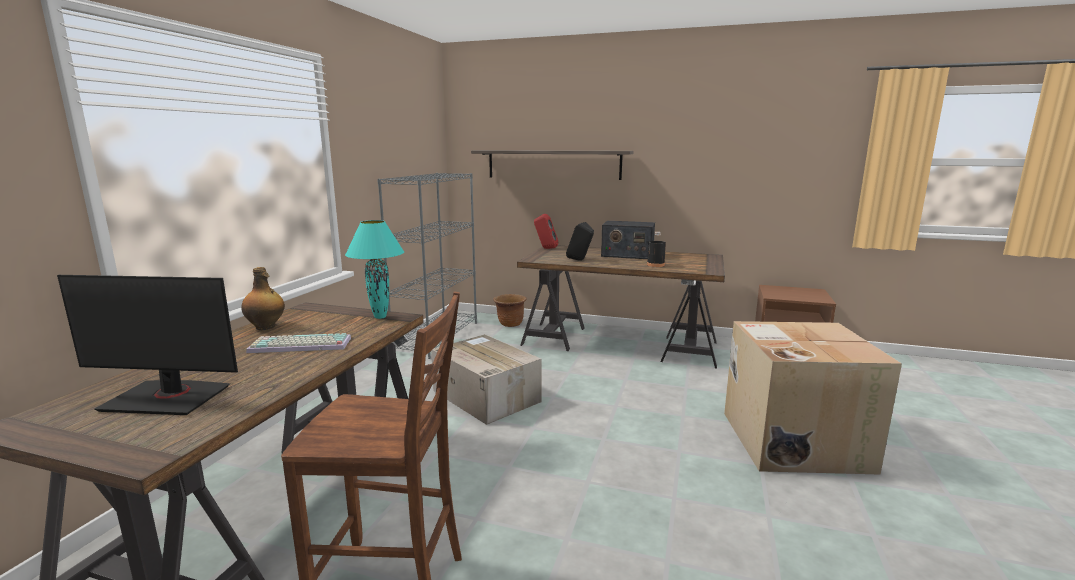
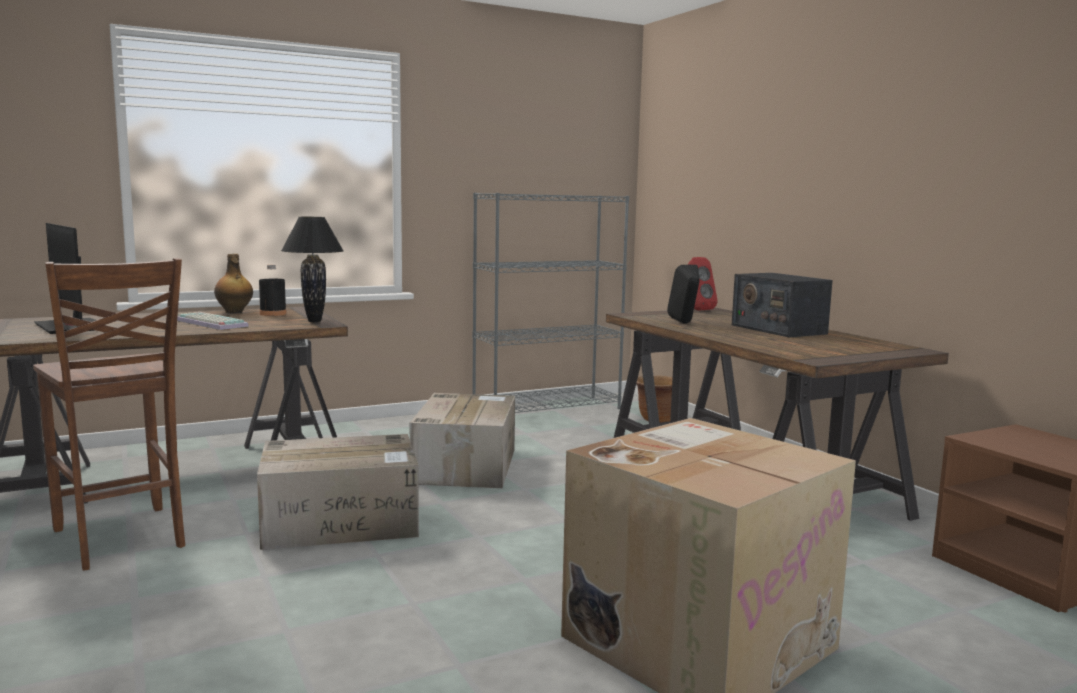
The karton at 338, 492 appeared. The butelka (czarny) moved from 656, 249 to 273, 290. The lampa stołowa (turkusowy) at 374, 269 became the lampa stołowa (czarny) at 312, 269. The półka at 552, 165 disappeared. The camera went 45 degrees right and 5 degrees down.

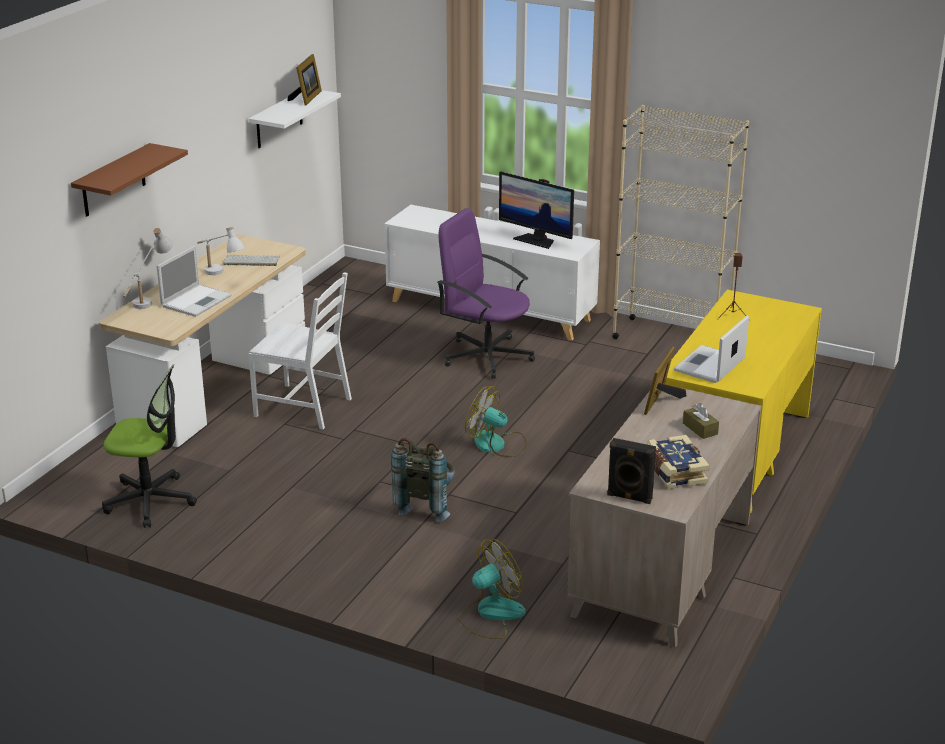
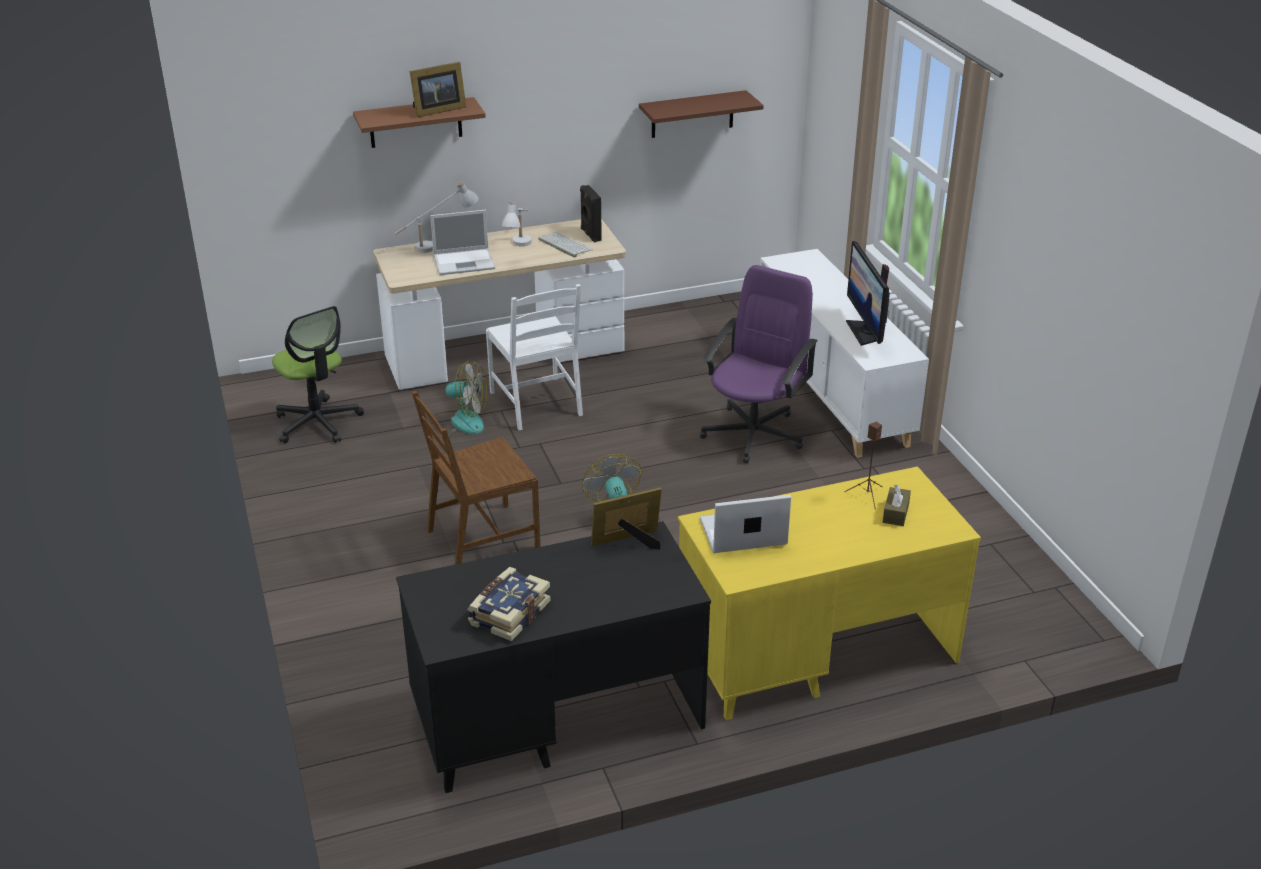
The biurko (beżowy) at 664, 517 became the biurko (czarny) at 553, 657. The ramka na zdjęcie moved from 304, 79 to 438, 89. The plecak (szary) at 423, 480 was replaced by the krzesło (brązowy) at 476, 477. The wentylator moved from 491, 589 to 458, 399. The głośnik (czarny) moved from 631, 471 to 591, 214. The półka (biały) at 295, 119 became the półka (brązowy) at 701, 114. The krzesło biurowe (fioletowy) at 486, 293 turned 45 degrees clockwise. The pudełko chusteczek (brązowy) moved from 701, 421 to 897, 505. The regał (beżowy) at 680, 222 disappeared. The camera went 45 degrees right and 5 degrees up.

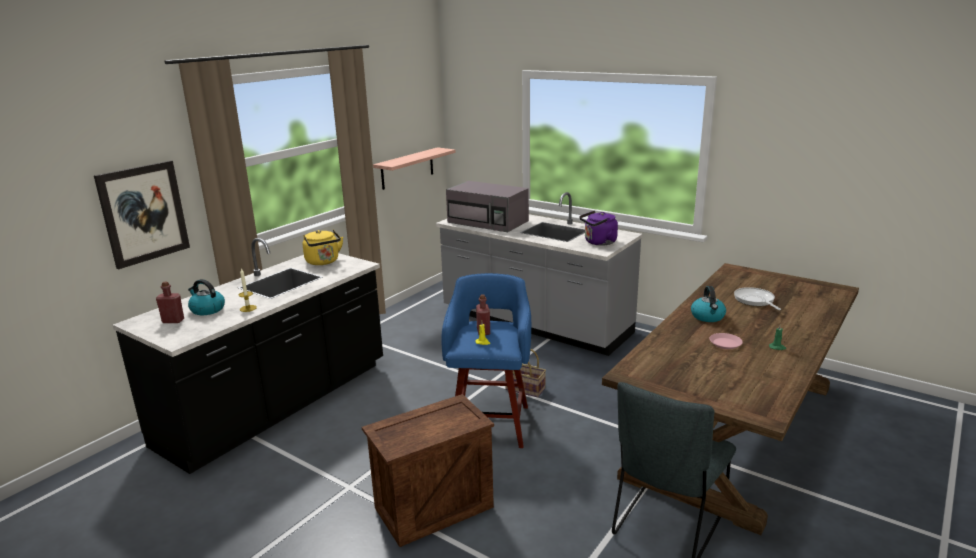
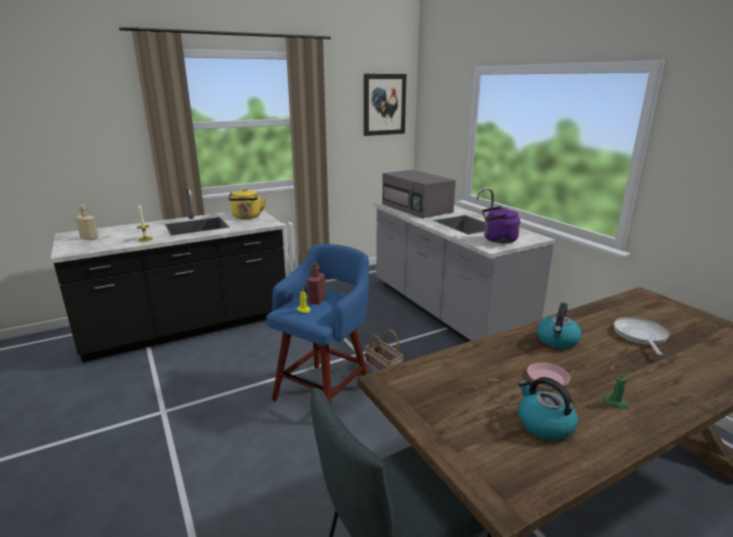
The butelka (czerwony) at 170, 302 became the butelka (beżowy) at 87, 222. The obraz moved from 142, 214 to 385, 105. The czajnik moved from 206, 297 to 548, 408. The skrzynka at 428, 470 disappeared. The półka at 414, 168 disappeared. The camera went 25 degrees right and 0 degrees up.

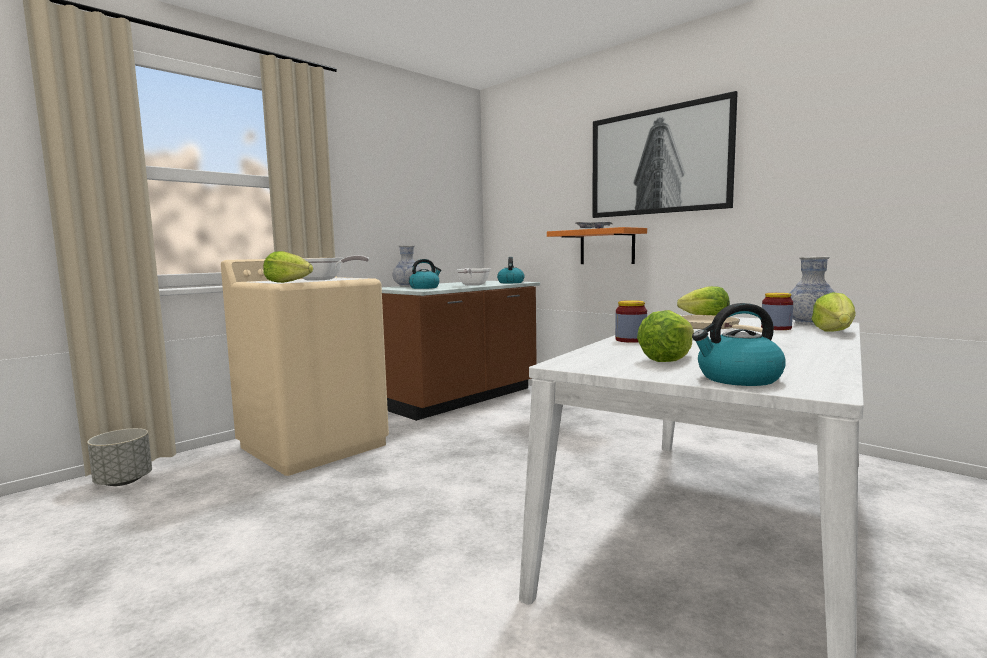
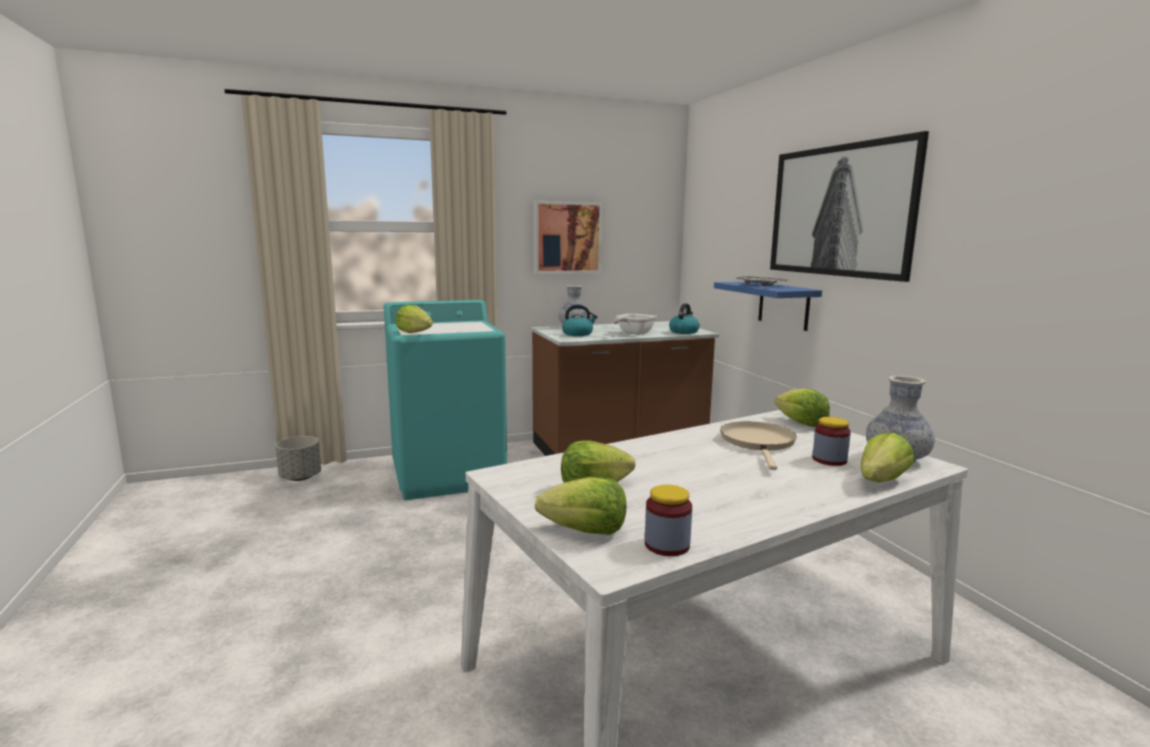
The pralka (beżowy) at 305, 367 became the pralka (turkusowy) at 445, 400. The obraz at 568, 237 appeared. The czajnik at 739, 344 was replaced by the sałata at 580, 506. The słoik moved from 631, 321 to 668, 520. The półka (pomarańczowy) at 597, 245 became the półka (niebieski) at 768, 306. The patelnia at 336, 268 disappeared. The camera went 25 degrees right and 5 degrees up.

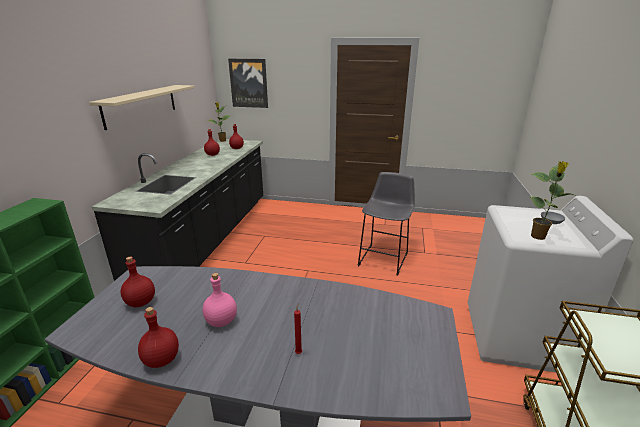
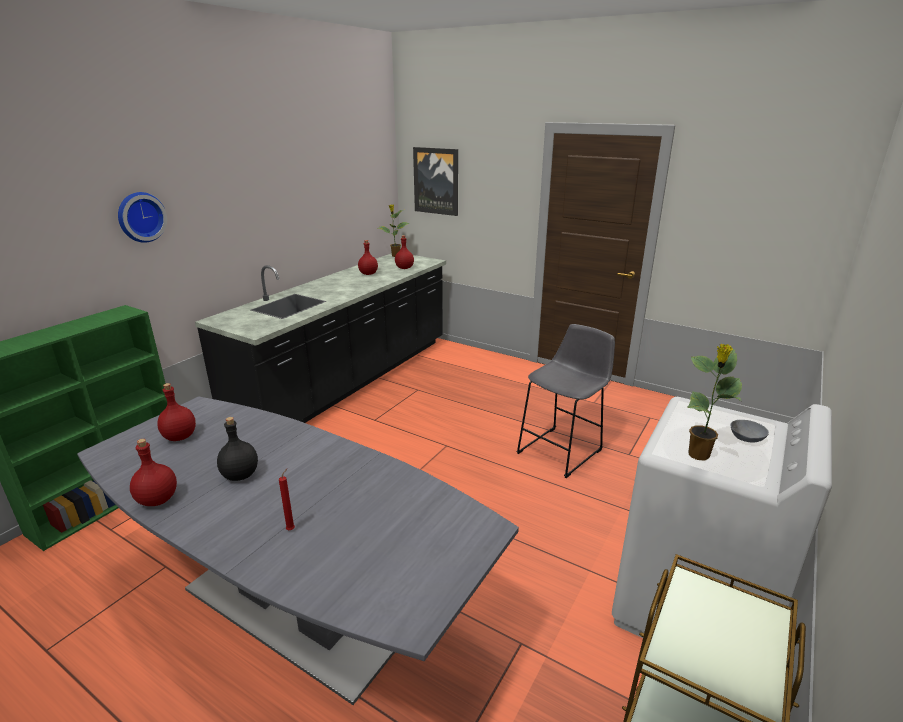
The zegar ścienny at 142, 217 appeared. The butelka (różowy) at 220, 300 became the butelka (czarny) at 237, 449. The półka (beżowy) at 142, 107 disappeared. The camera went 20 degrees right and 0 degrees up.

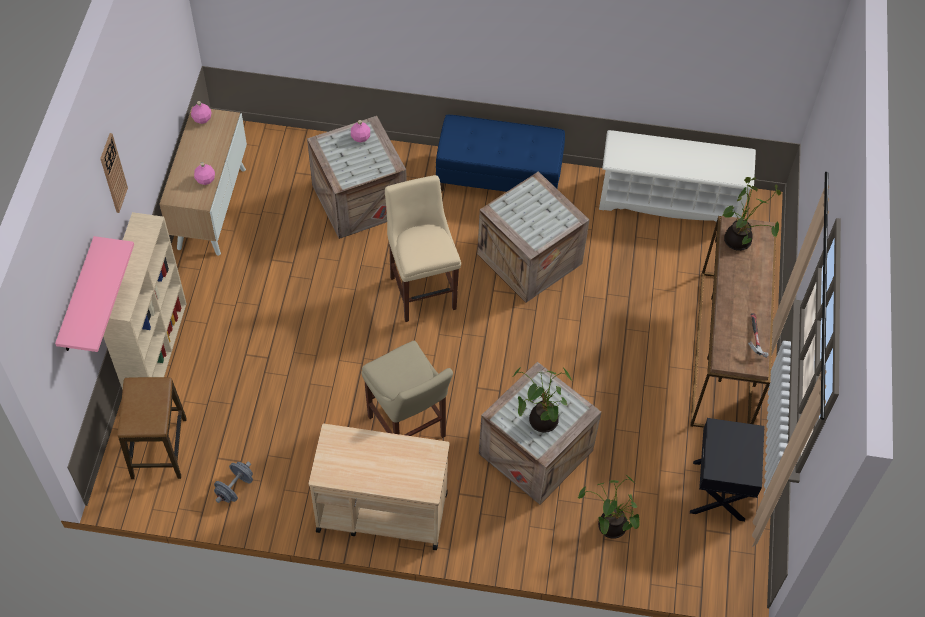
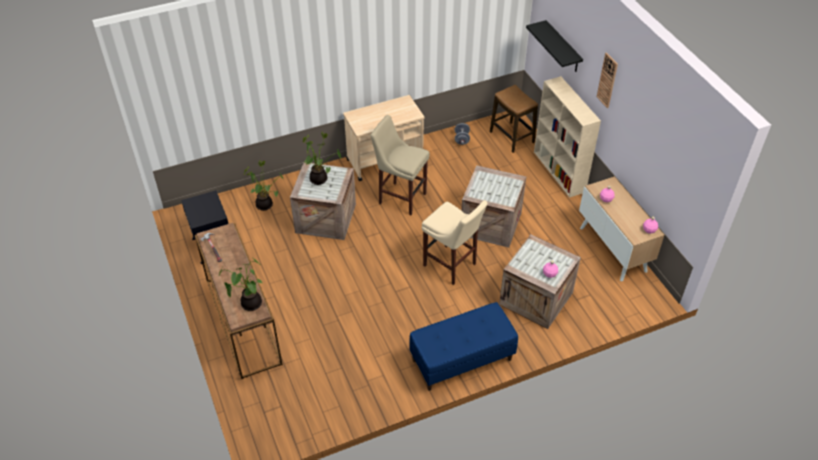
The skrzynka moved from 533, 237 to 493, 206. The półka (różowy) at 94, 294 became the półka (czarny) at 554, 46. The regał na buty (biały) at 677, 176 disappeared. The camera went 150 degrees right and 10 degrees down.

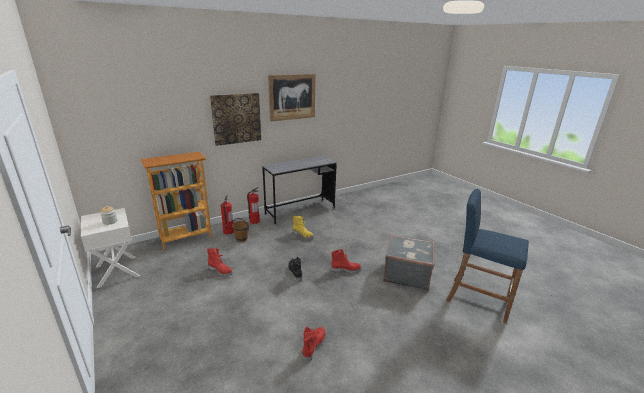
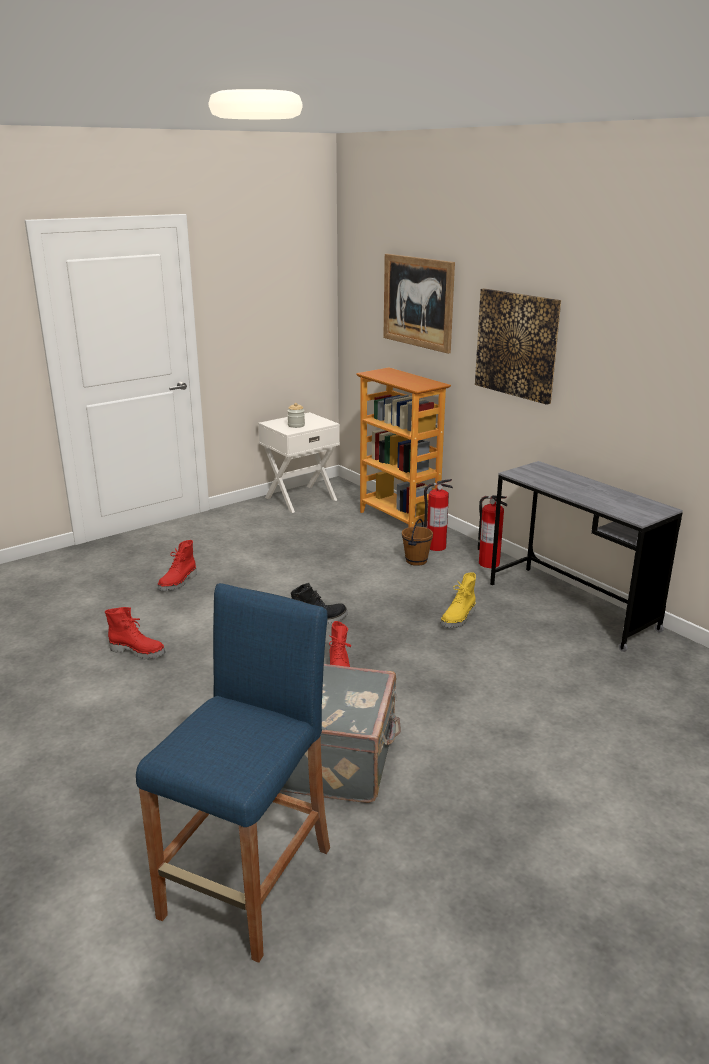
The but z cholewką (czerwony) moved from 219, 262 to 177, 565. The obraz moved from 292, 98 to 419, 304. The camera went 85 degrees right and 0 degrees up.

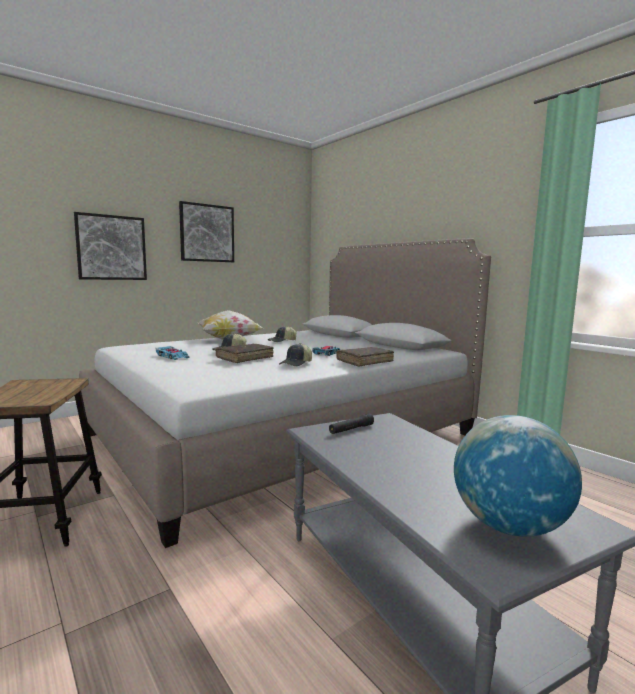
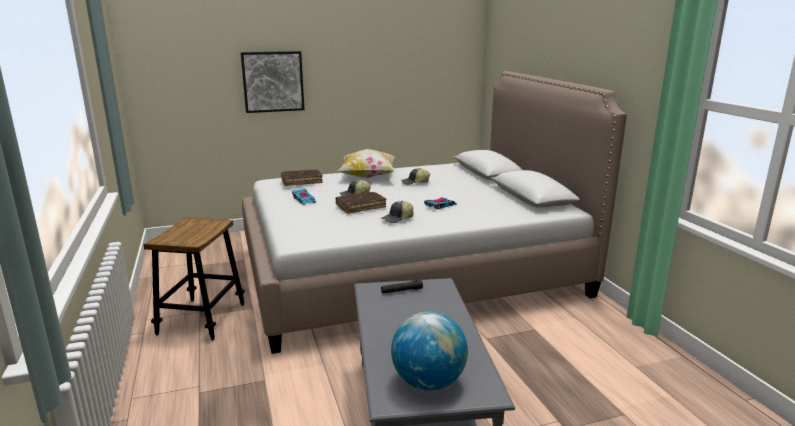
The książka (brązowy) moved from 365, 357 to 302, 178. The obraz at 206, 231 disappeared. The camera went 20 degrees right and 10 degrees up.

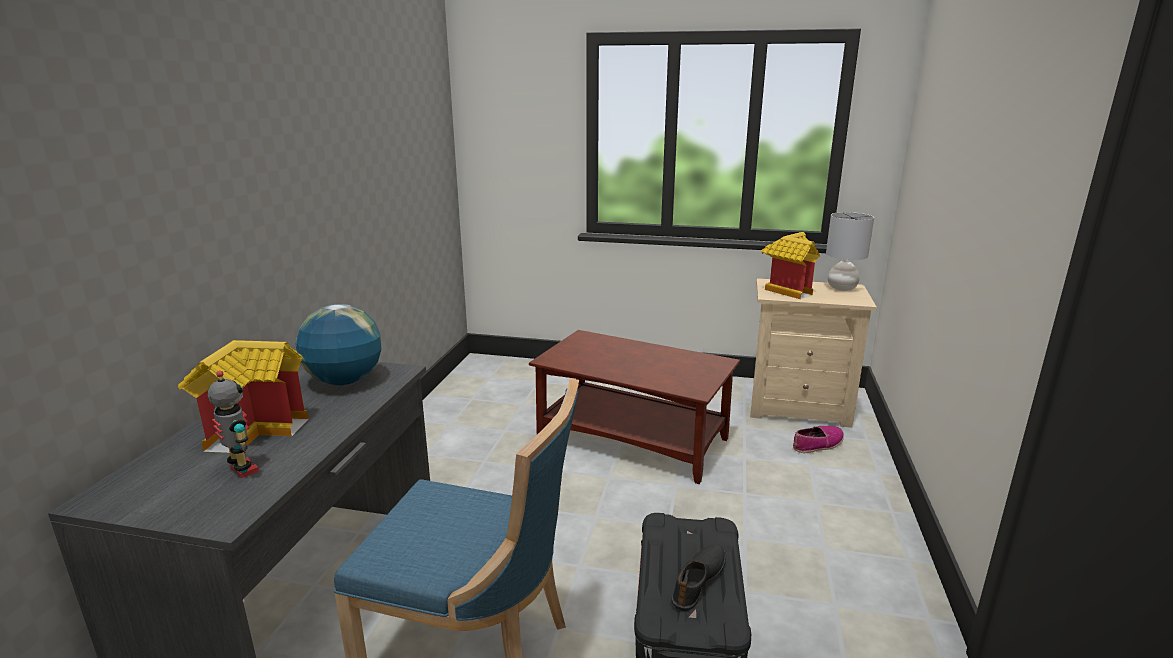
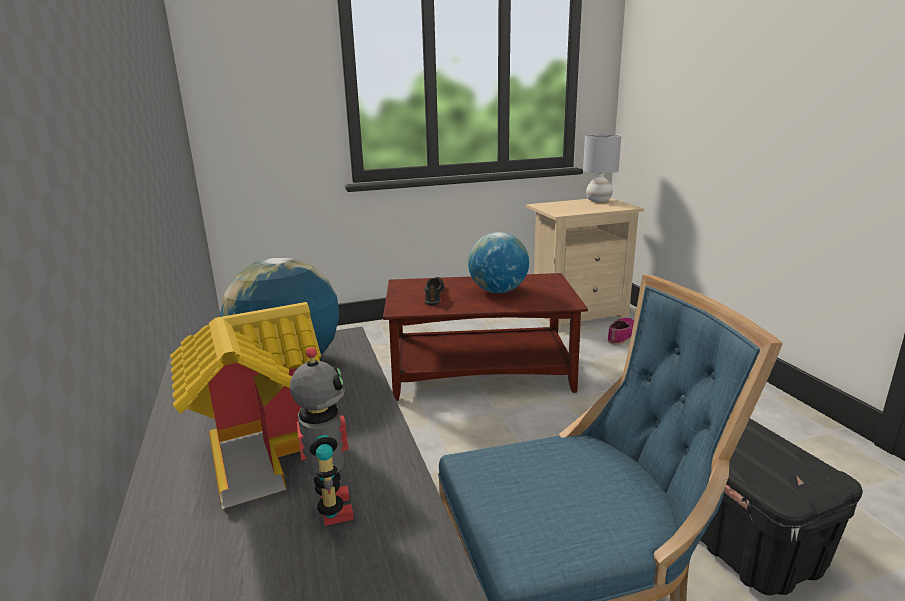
The robot zabawkowy at 233, 424 turned 60 degrees clockwise. The but (czarny) moved from 698, 577 to 434, 291. The globus at 498, 262 appeared. The domek at 790, 265 disappeared. The camera went 30 degrees left and 0 degrees up.

